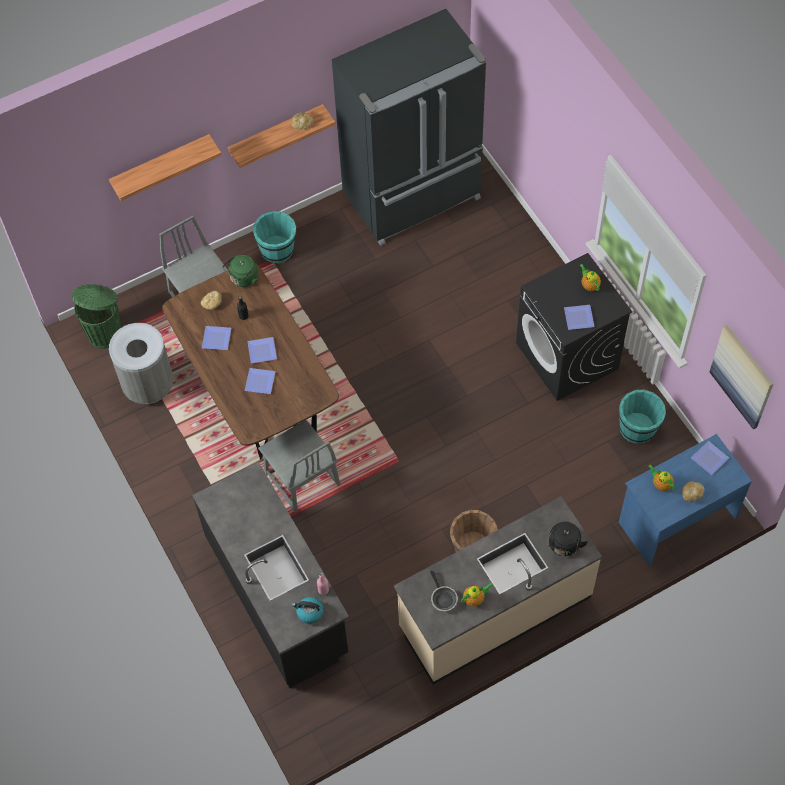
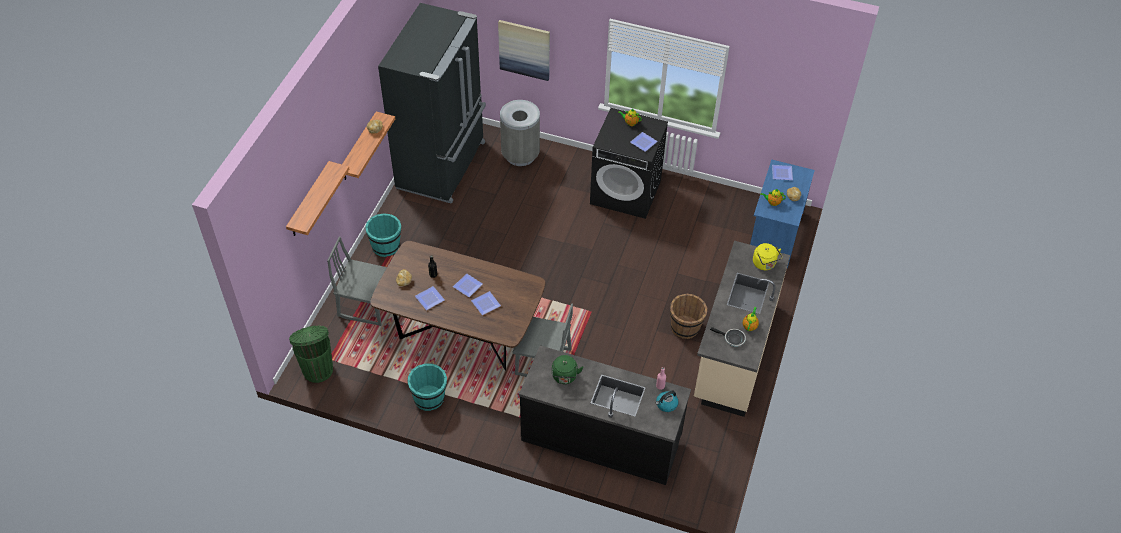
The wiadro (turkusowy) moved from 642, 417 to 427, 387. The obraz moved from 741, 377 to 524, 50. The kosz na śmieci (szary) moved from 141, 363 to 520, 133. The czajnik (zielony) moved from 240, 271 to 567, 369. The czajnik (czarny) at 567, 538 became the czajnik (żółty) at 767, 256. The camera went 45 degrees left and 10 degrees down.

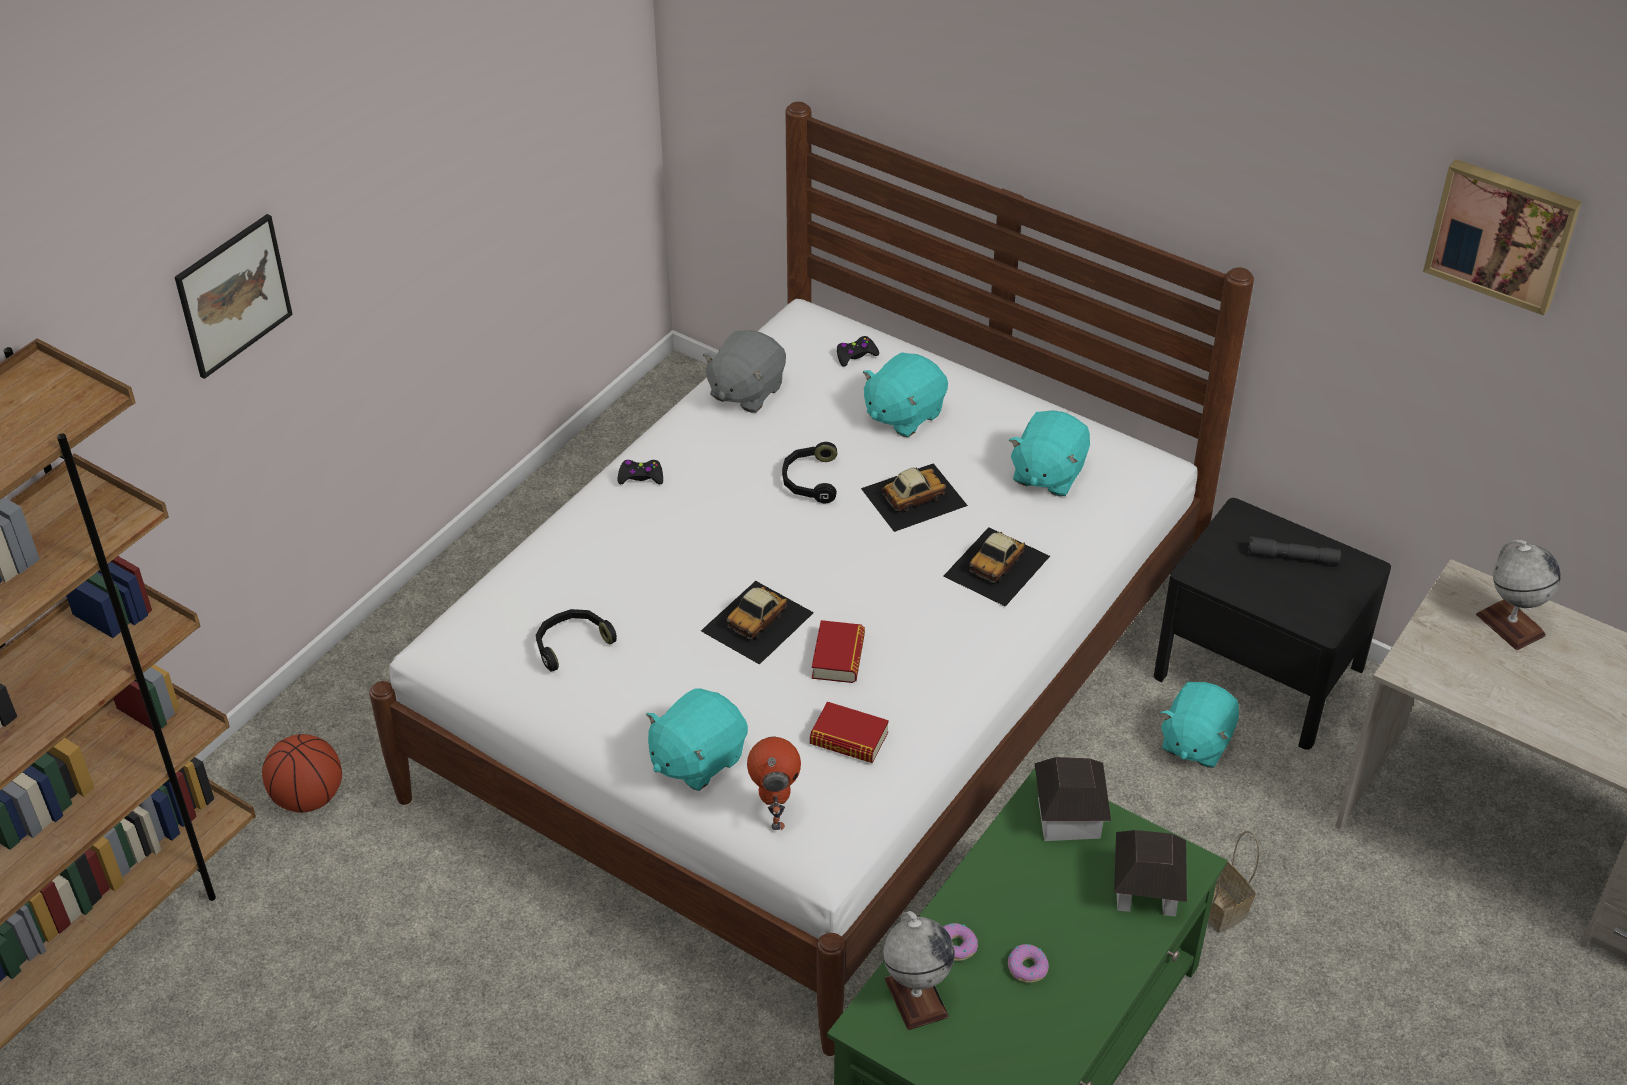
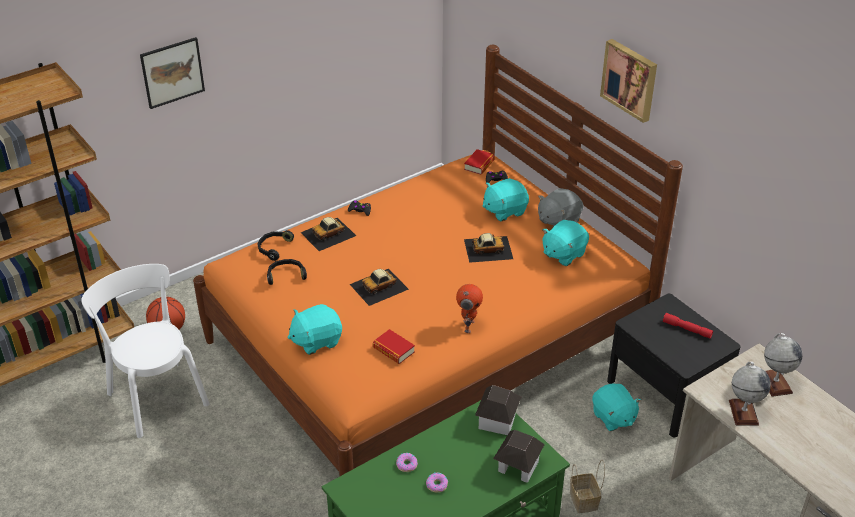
The krzesło (biały) at 145, 351 appeared. The łóżko (biały) at 811, 579 became the łóżko (pomarańczowy) at 438, 260. The słuchawki (czarny) moved from 809, 472 to 275, 245. The samochodzik moved from 996, 567 to 328, 234. The robot zabawkowy moved from 774, 783 to 469, 308. The książka moved from 838, 651 to 479, 162. The pluszak (szary) moved from 744, 371 to 560, 207. The pluszak (turkusowy) at 1199, 725 turned 75 degrees counterclockwise. The obraz moved from 1502, 237 to 628, 81. The latarka (szary) at 1294, 550 became the latarka (czerwony) at 688, 325. The globus moved from 919, 970 to 750, 394. The camera went 20 degrees right and 5 degrees down.

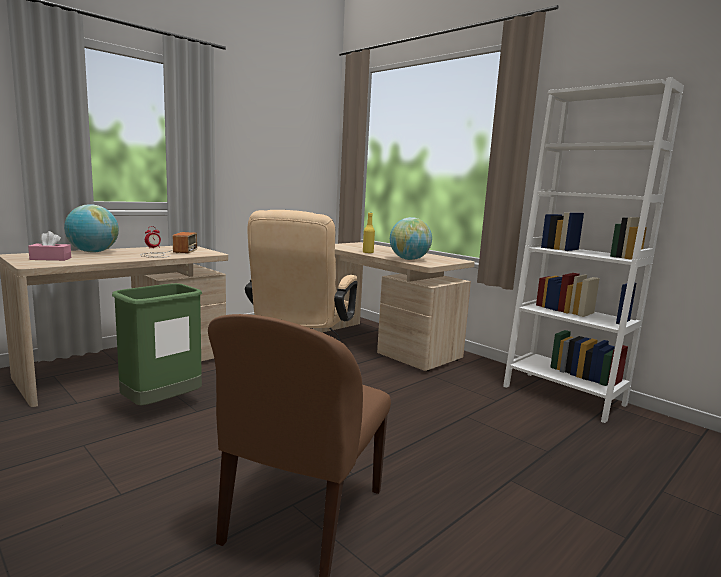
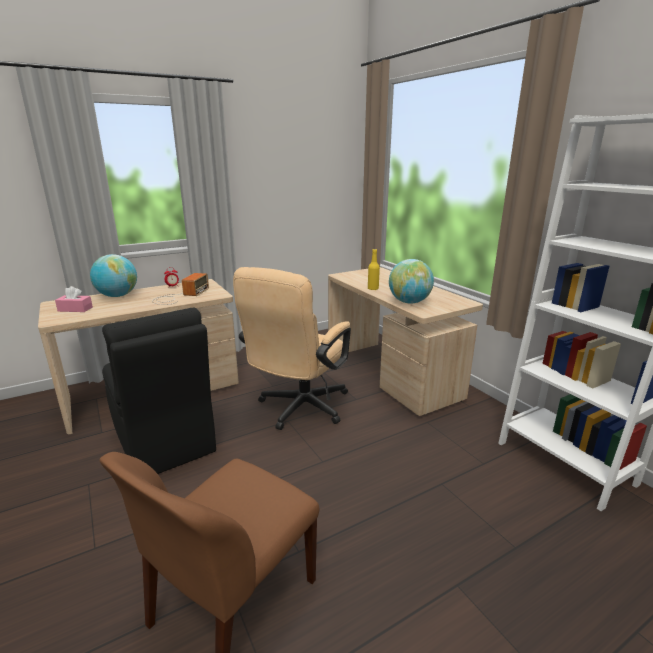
The kosz na śmieci (zielony) at 157, 344 was replaced by the krzesło (czarny) at 159, 391. The camera went 15 degrees right and 10 degrees up.

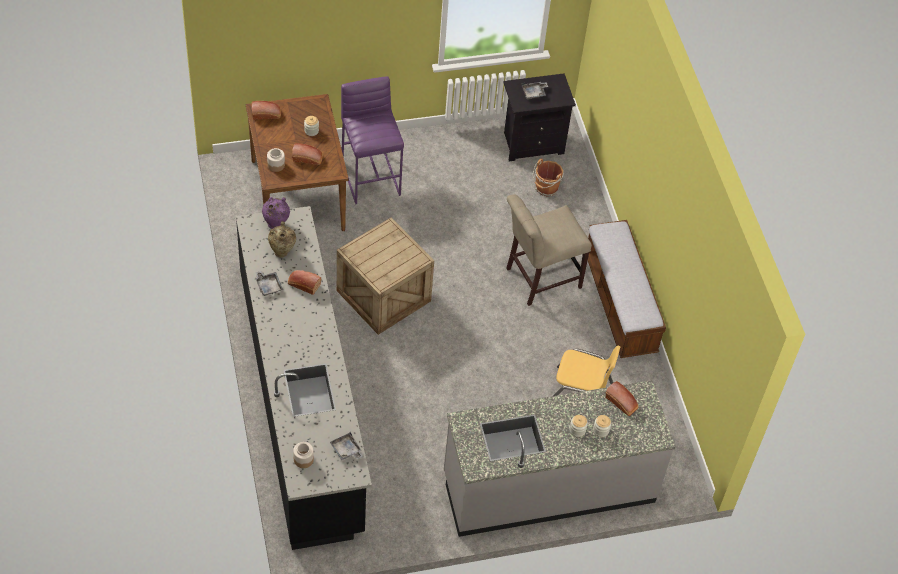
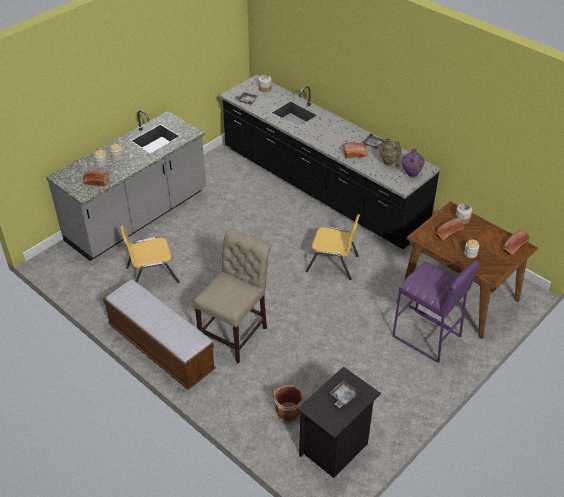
The skrzynka at 385, 276 was replaced by the krzesło (żółty) at 333, 247. The camera went 150 degrees right and 10 degrees down.

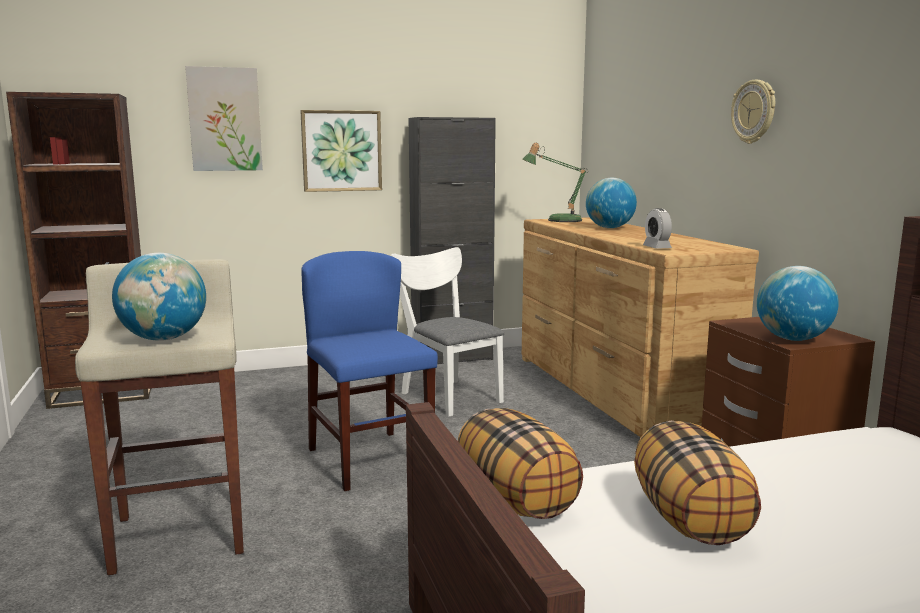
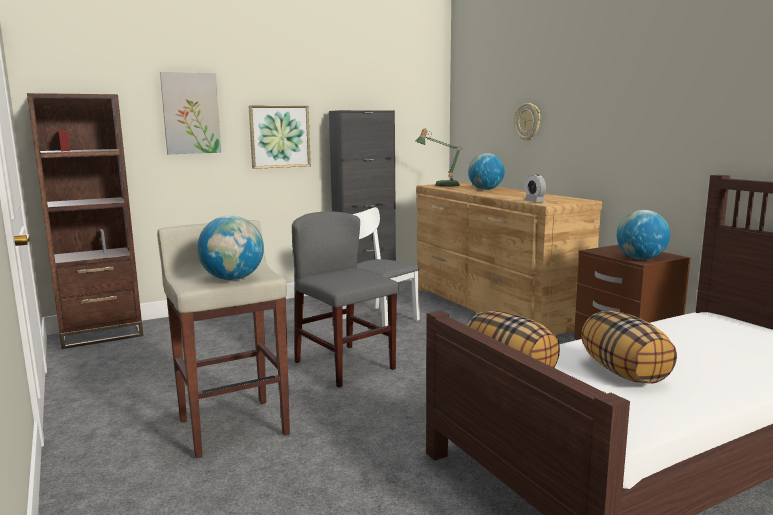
The krzesło (niebieski) at 369, 371 became the krzesło (szary) at 345, 299. The zegar ścienny moved from 753, 112 to 527, 122. The camera went 10 degrees left and 0 degrees up.

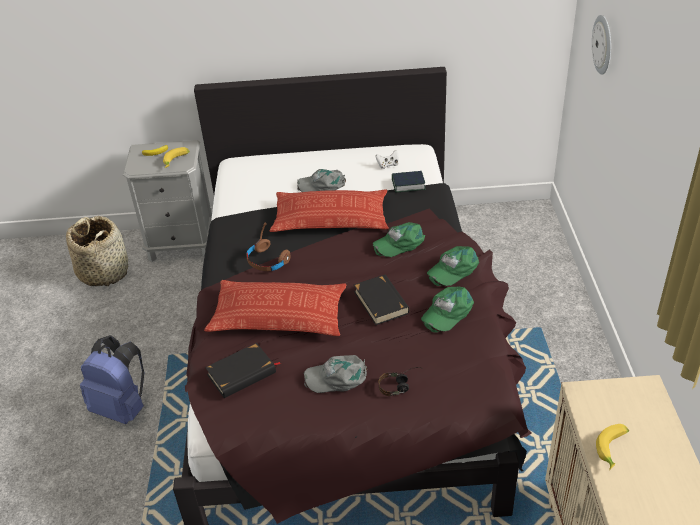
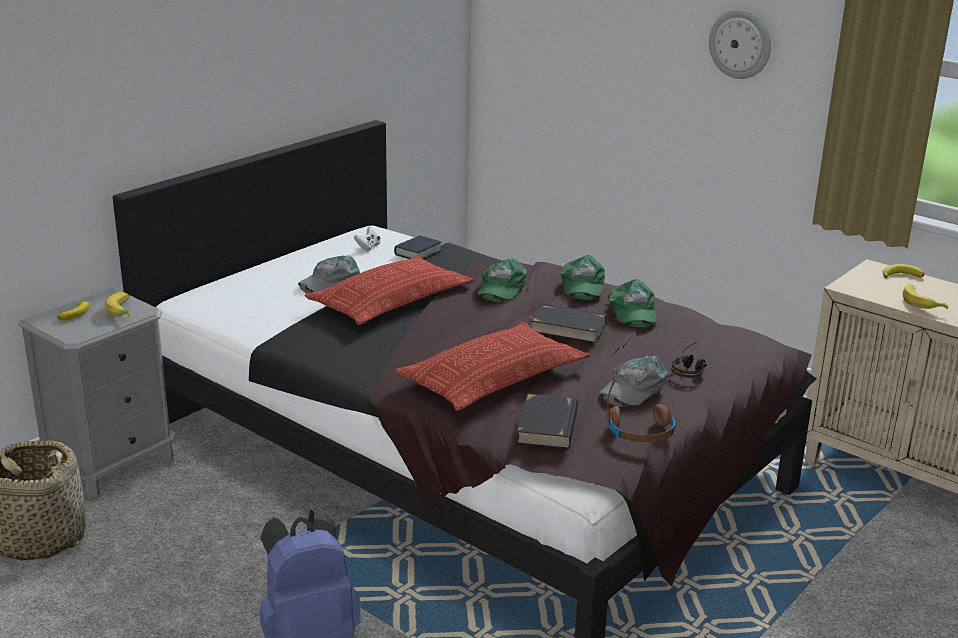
The słuchawki (brązowy) moved from 268, 247 to 641, 410. The zegar ścienny moved from 601, 44 to 740, 44. The banan at 903, 271 appeared. The camera went 50 degrees left and 15 degrees down.

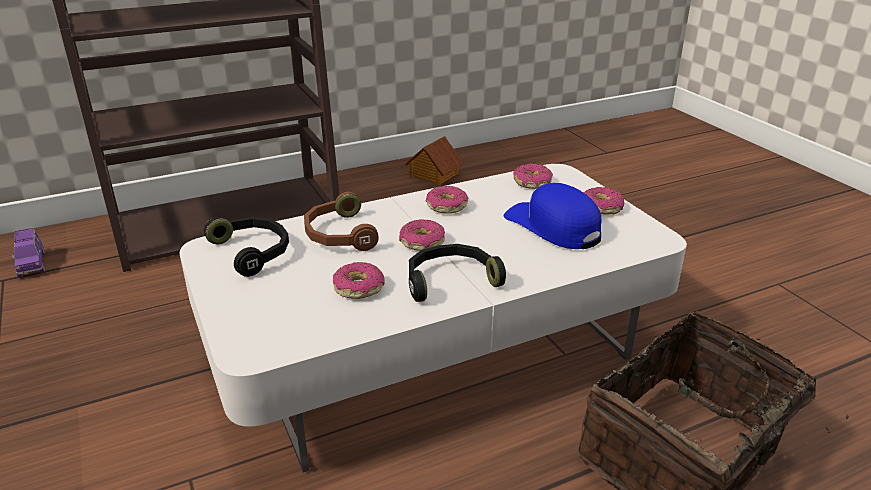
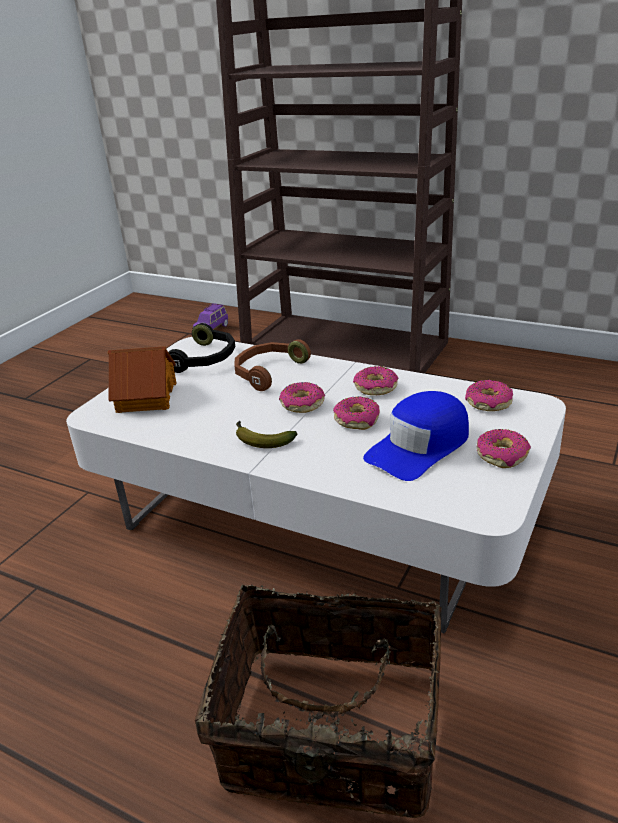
The domek moved from 434, 160 to 142, 379. The słuchawki (czarny) at 457, 273 was replaced by the banan at 266, 434. The donut moved from 359, 280 to 356, 413. The czapka z daszkiem (niebieski) at 552, 216 turned 150 degrees counterclockwise. The camera went 55 degrees right and 0 degrees up.

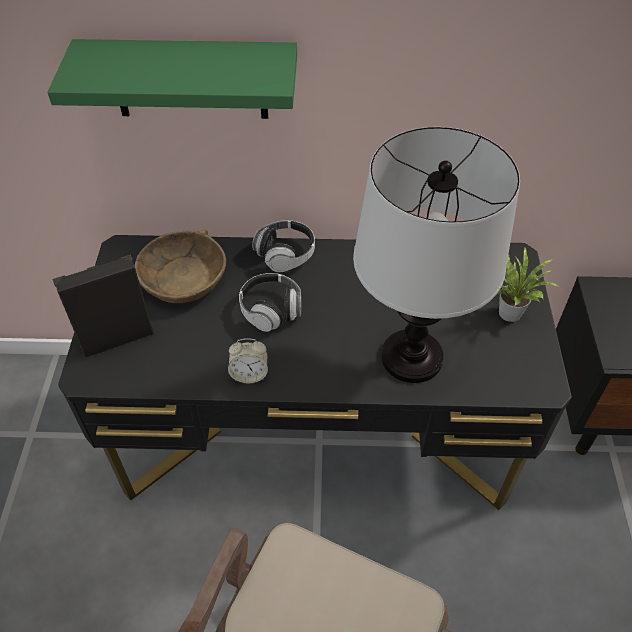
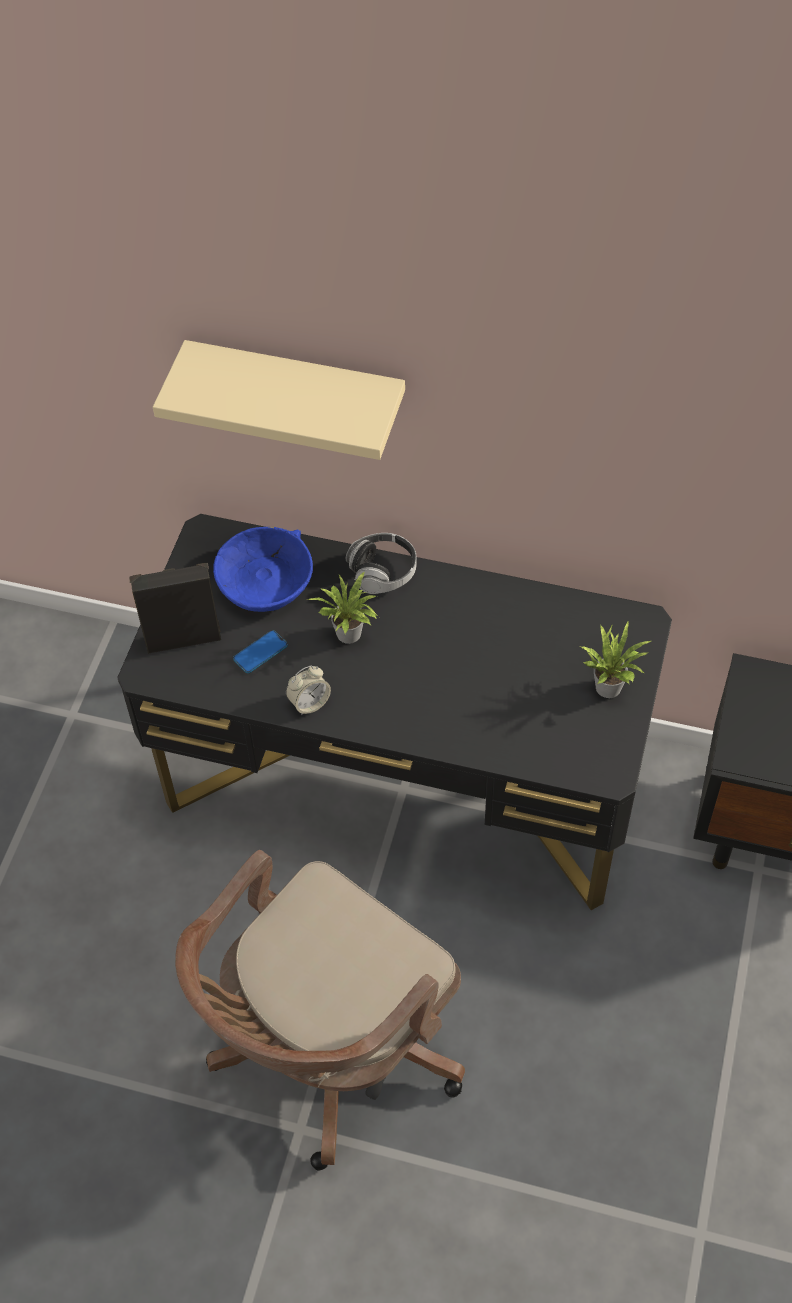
The półka (zielony) at 172, 79 became the półka (beżowy) at 279, 400. The miska (brązowy) at 180, 266 became the miska (niebieski) at 263, 569. The telefon at 260, 651 appeared. The budzik at 248, 360 turned 45 degrees counterclockwise. The słuchawki at 270, 302 was replaced by the roślina doniczkowa at 343, 608. The lampa stołowa at 436, 255 disappeared. The camera went 15 degrees right and 5 degrees up.

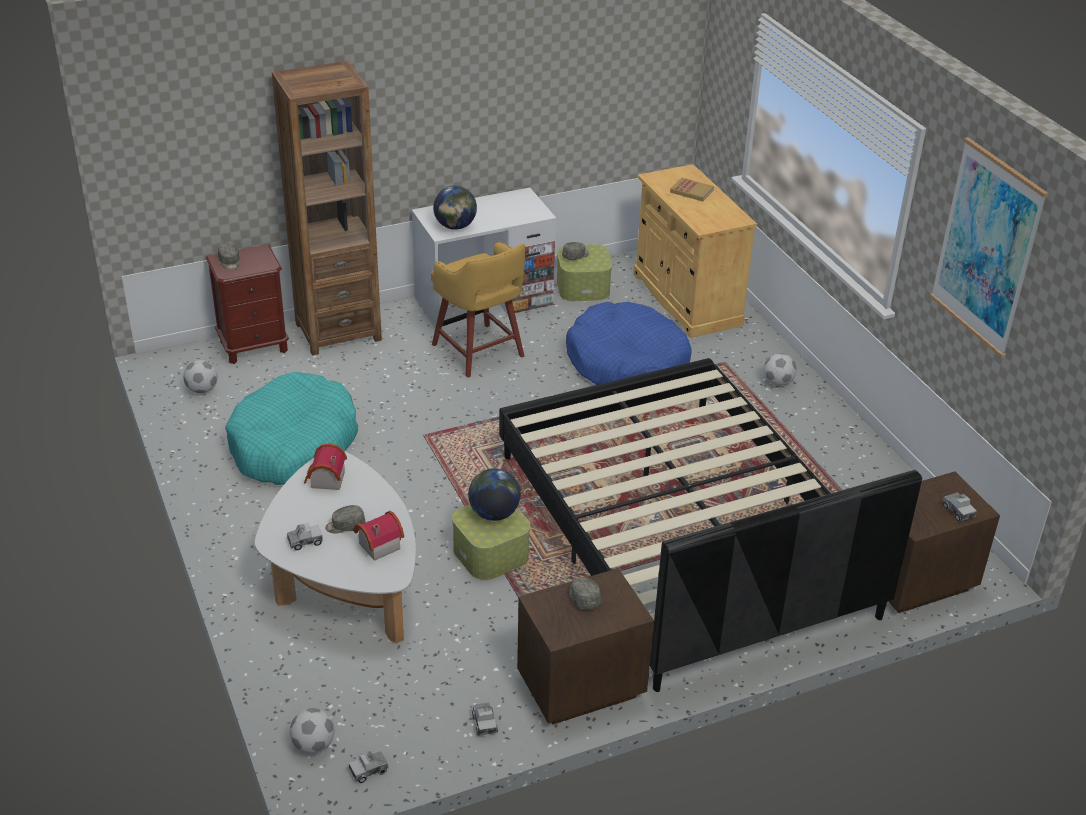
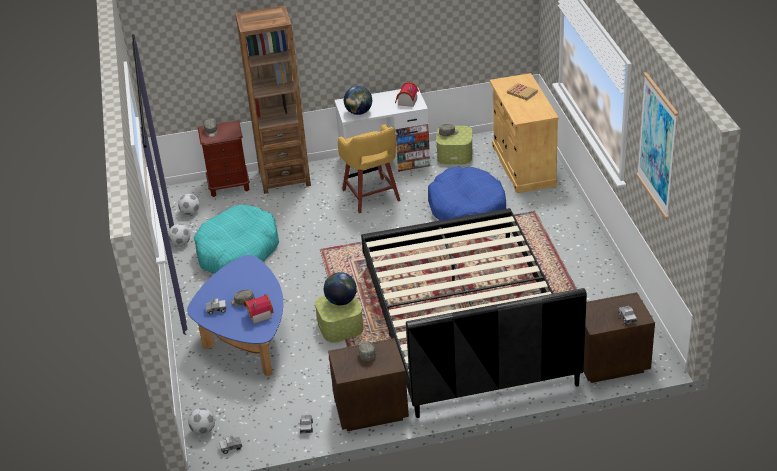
The piłka futbolowa moved from 780, 369 to 179, 235. The ława (biały) at 335, 547 became the ława (niebieski) at 235, 315. The domek moved from 325, 466 to 407, 94. The camera went 15 degrees right and 0 degrees up.

